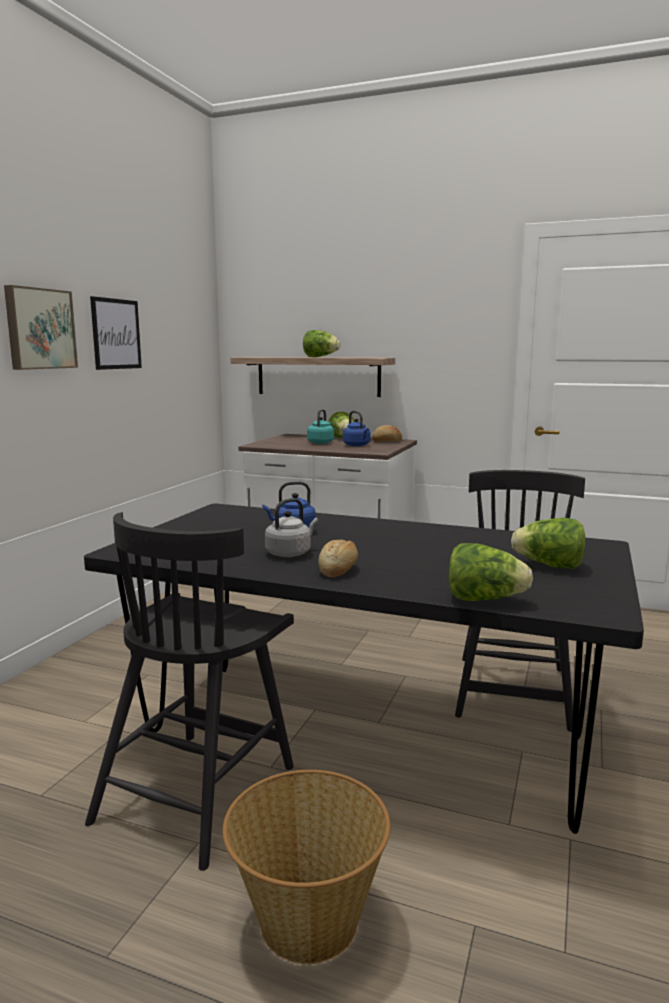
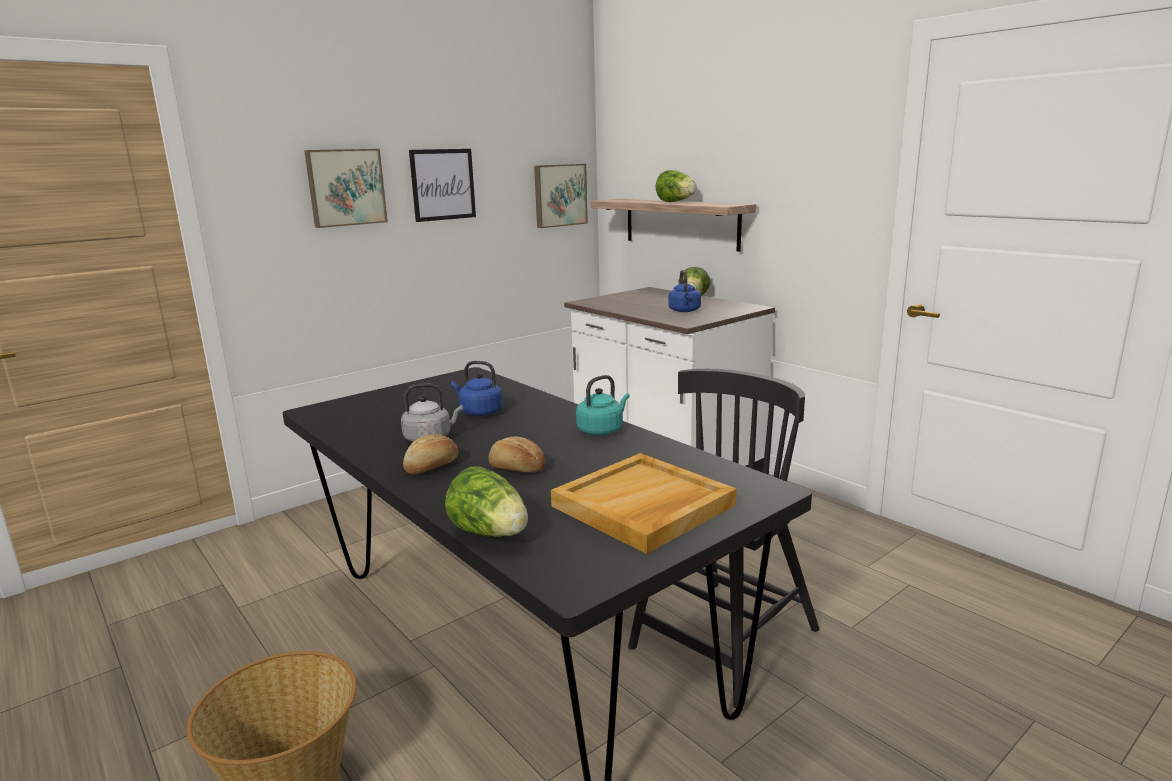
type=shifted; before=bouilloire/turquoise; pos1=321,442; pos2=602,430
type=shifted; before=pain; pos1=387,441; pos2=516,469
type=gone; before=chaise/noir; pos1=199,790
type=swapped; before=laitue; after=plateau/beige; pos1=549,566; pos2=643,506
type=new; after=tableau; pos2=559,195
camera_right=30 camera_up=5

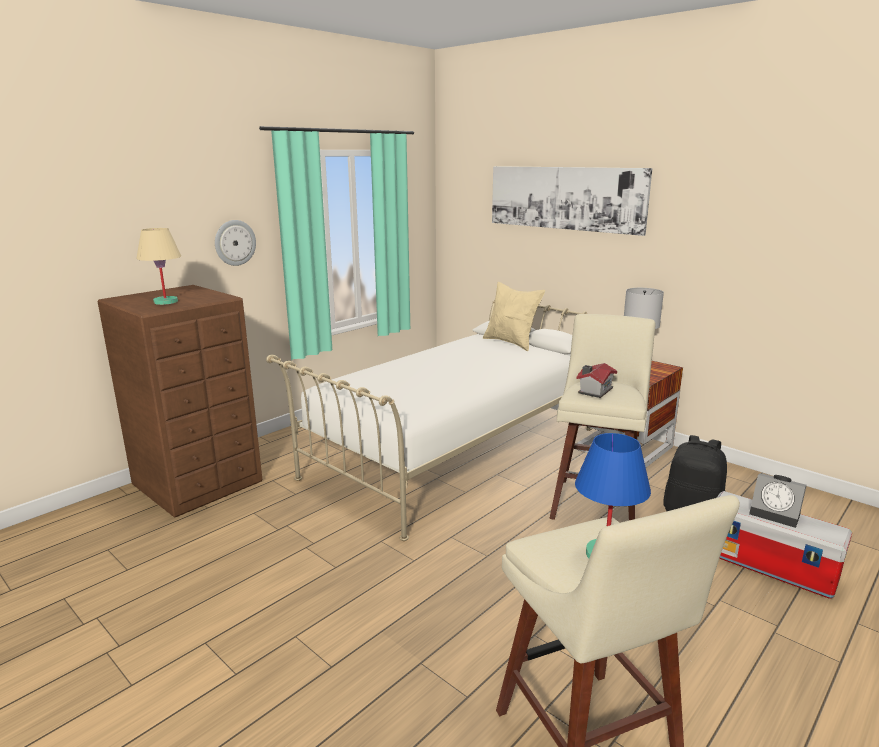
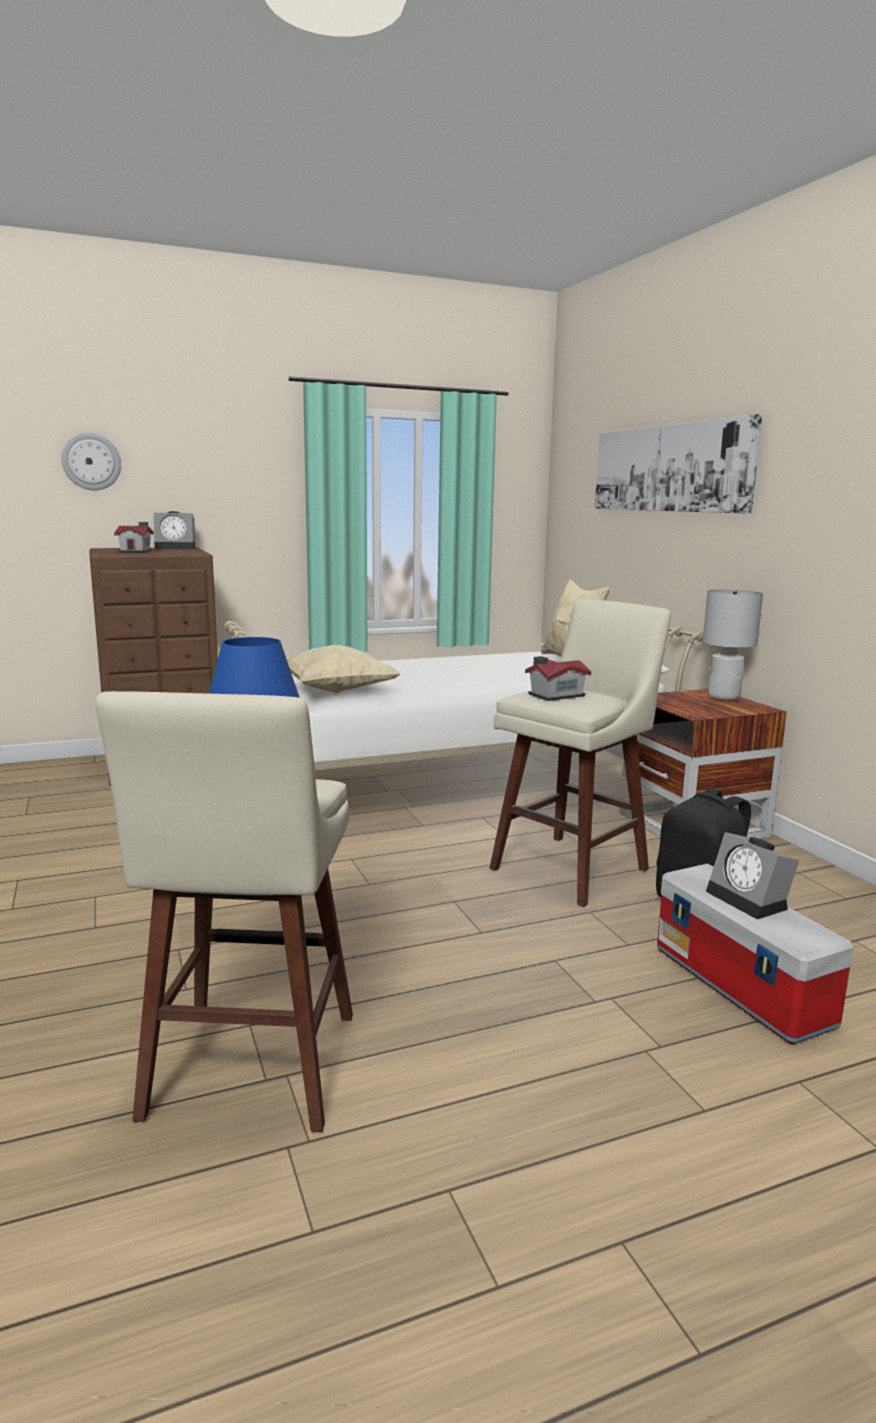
type=shifted; before=horloge murale; pos1=234,242; pos2=91,461
type=swapped; before=lampe de table/beige; after=maison miniature; pos1=166,302; pos2=137,551
type=new; after=réveil; pos2=177,548
type=new; after=coussin/beige; pos2=336,691
camera_right=25 camera_up=-5

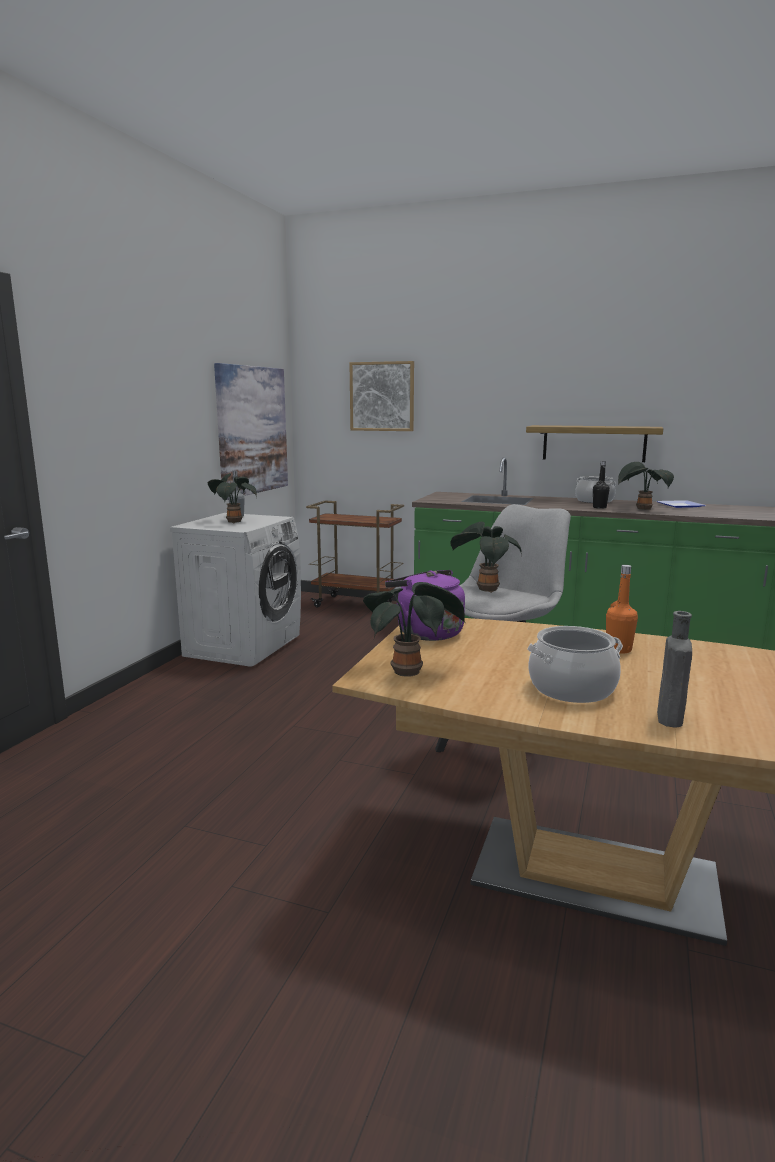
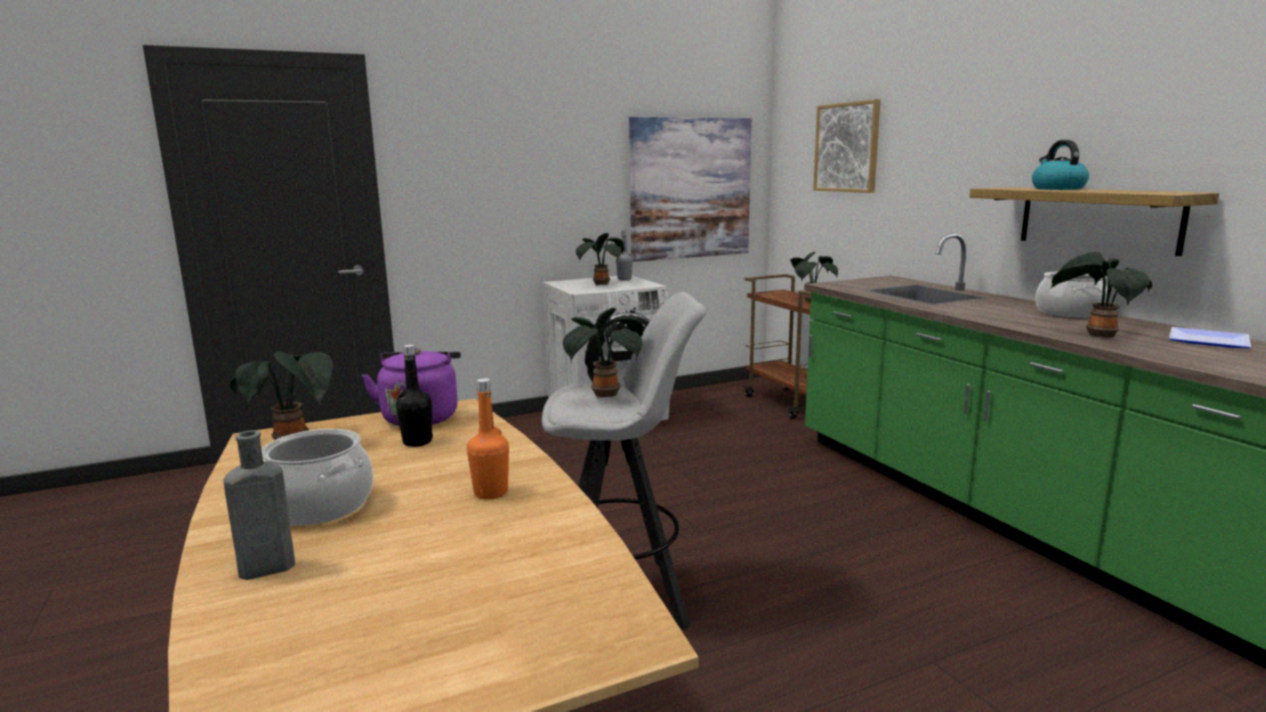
type=shifted; before=bouteille/noir; pos1=599,507; pos2=417,442
type=new; after=bouilloire; pos2=1057,189
type=new; after=plante en pot; pos2=810,301
camera_right=45 camera_up=0

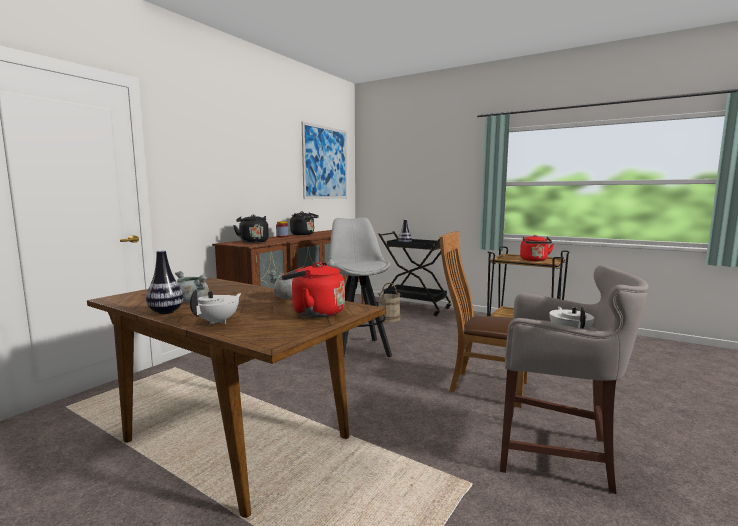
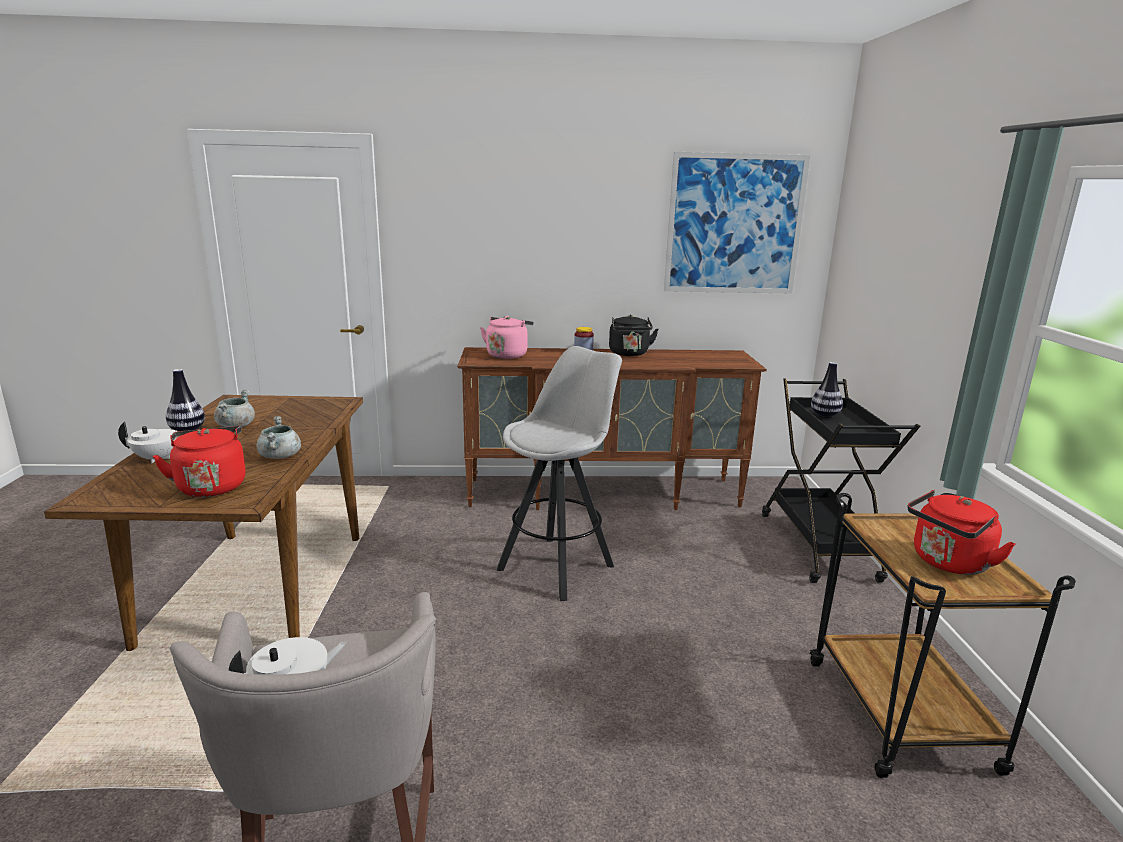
type=repainted; before=bouilloire/noir; after=bouilloire/rose; pos1=253,241; pos2=507,355
type=gone; before=chaise/marron; pos1=483,386
type=gone; before=seau/beige; pos1=389,319
camera_right=55 camera_up=10

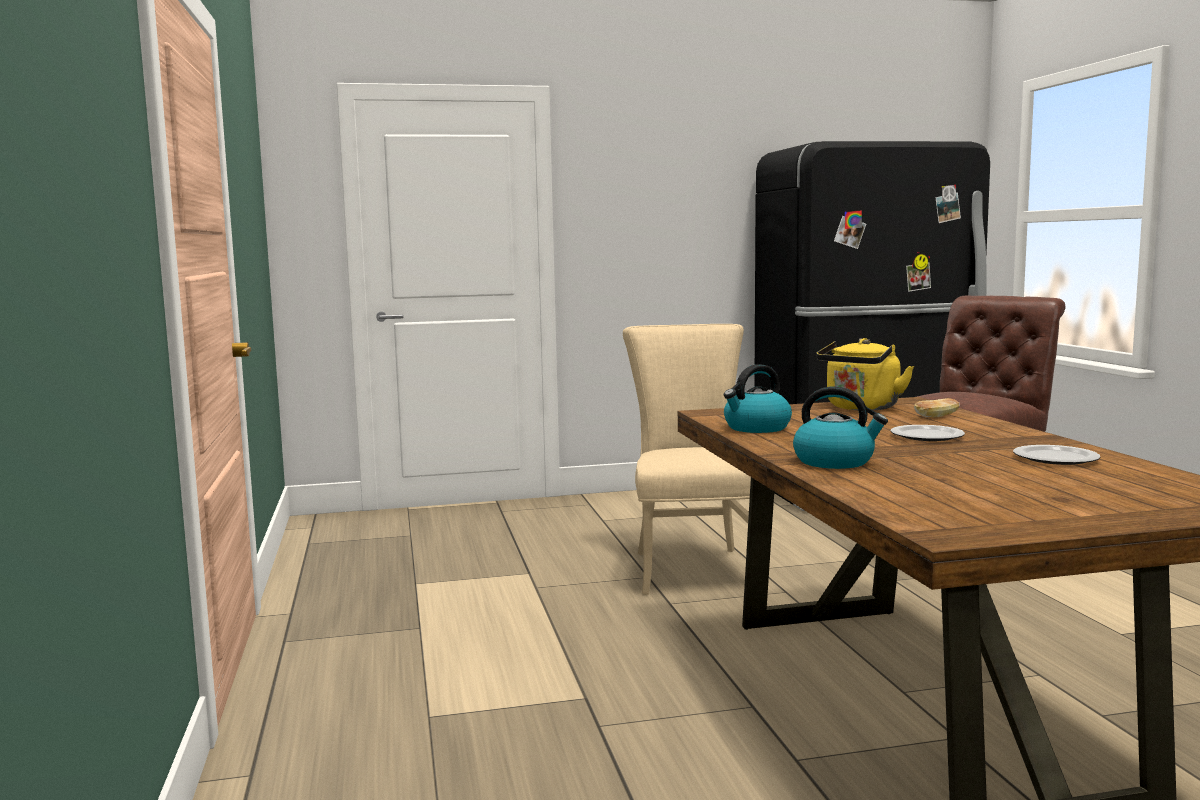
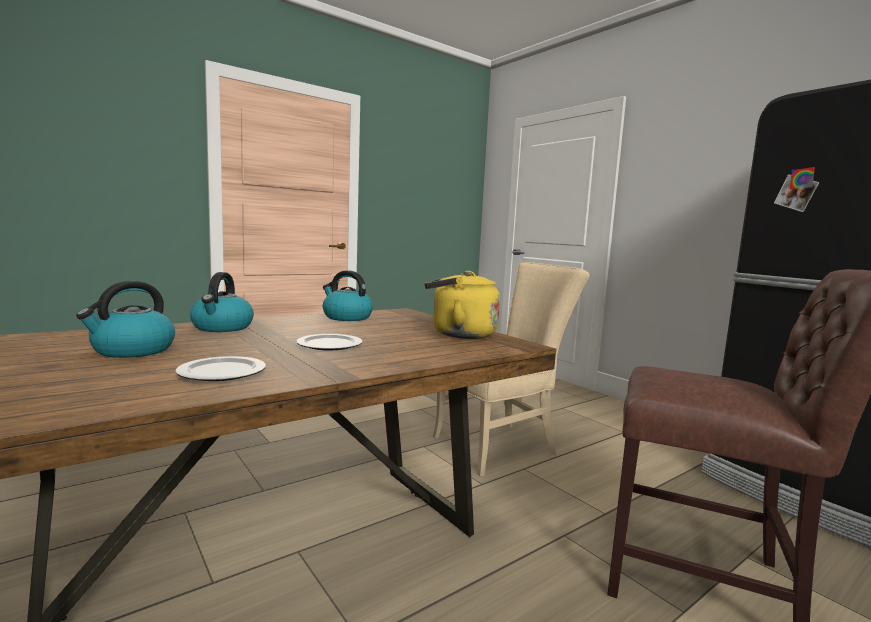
type=gone; before=pain; pos1=936,417
type=new; after=bouilloire; pos2=132,351
camera_right=65 camera_up=0

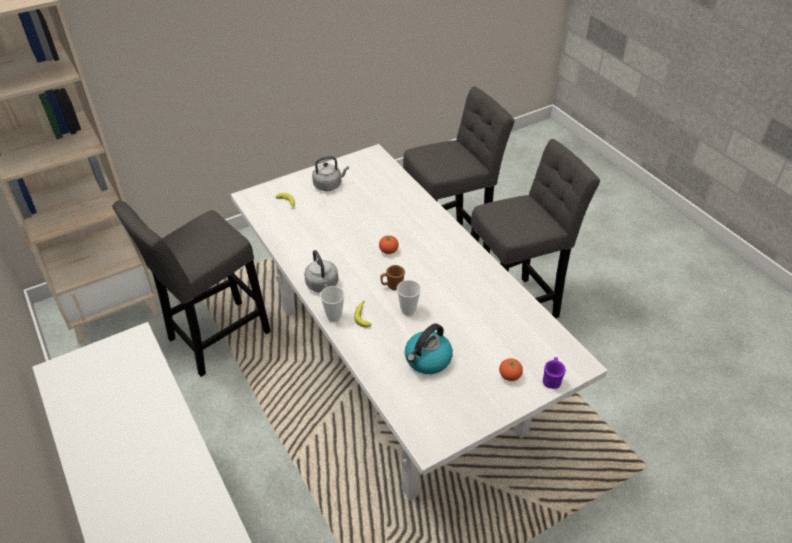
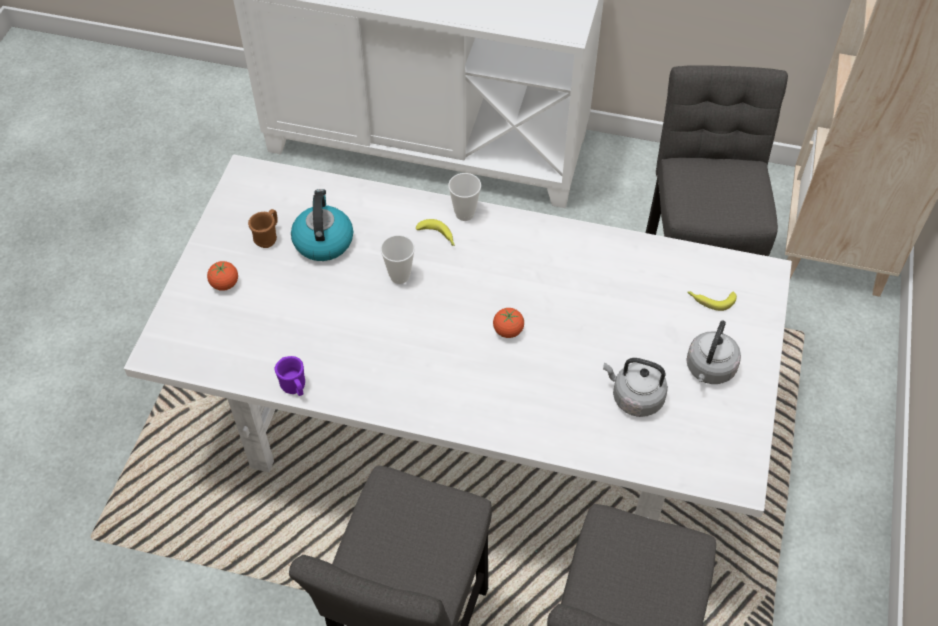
type=shifted; before=bouilloire/gris; pos1=322,285; pos2=634,397
type=shifted; before=mug/marron; pos1=392,286; pos2=268,237
type=shifted; before=mug/violet; pos1=551,379; pos2=295,387
camera_right=135 camera_up=10

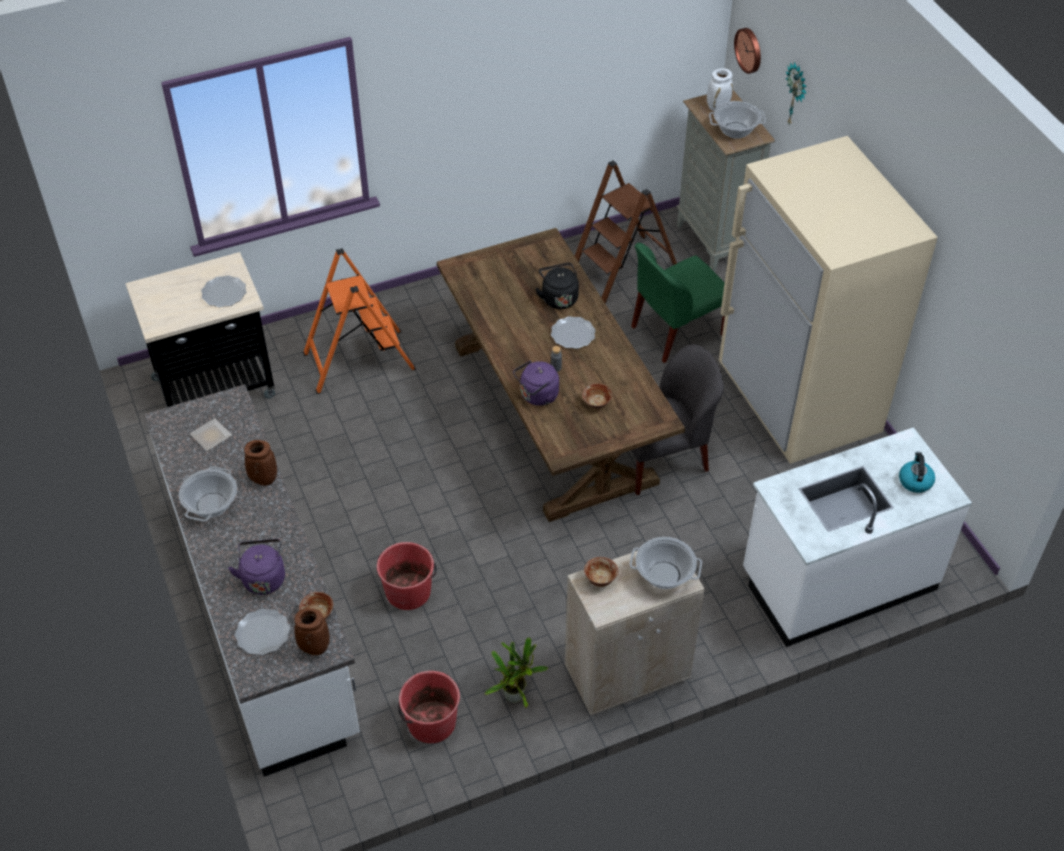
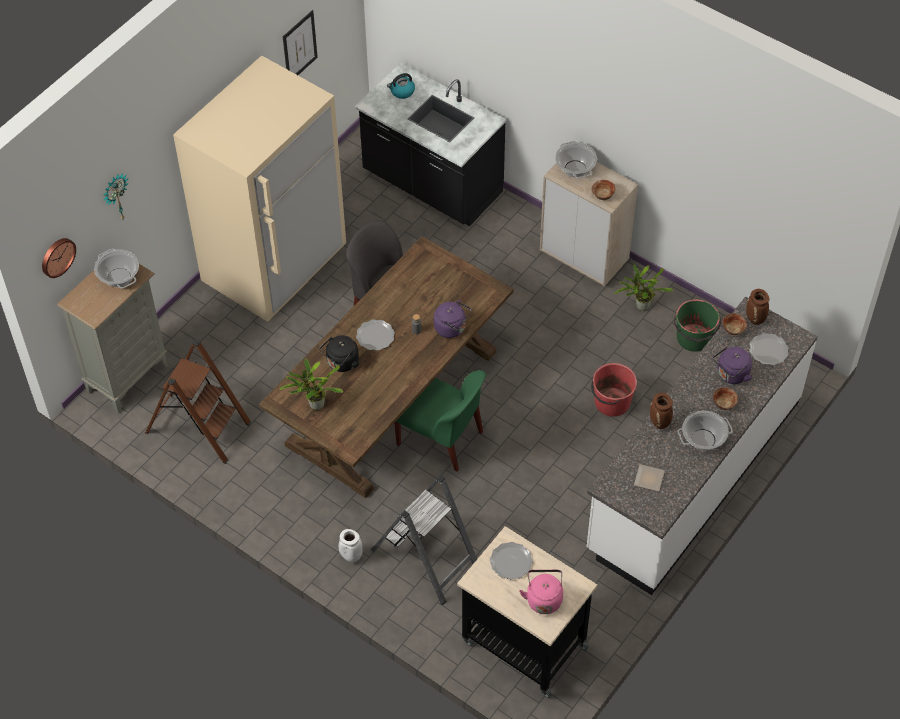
type=shifted; before=vase/blanc; pos1=718,107; pos2=350,556
type=shifted; before=chaise/vert; pos1=675,332; pos2=442,439
type=repainted; before=escabeau/orange; after=escabeau/gris; pos1=357,361; pos2=426,558
type=shifted; before=bol; pos1=597,404; pos2=723,404
type=repainted; before=comptoir de cuisine/blanc; after=comptoir de cuisine/noir; pos1=837,580; pos2=431,184
type=repainted; before=seau/rouge; after=seau/vert; pos1=431,722; pos2=694,338
type=new; after=tableau; pos2=299,46
type=new; after=plante en pot; pos2=314,404
type=new; after=bouilloire/rose; pos2=543,598
camera_right=-120 camera_up=5

